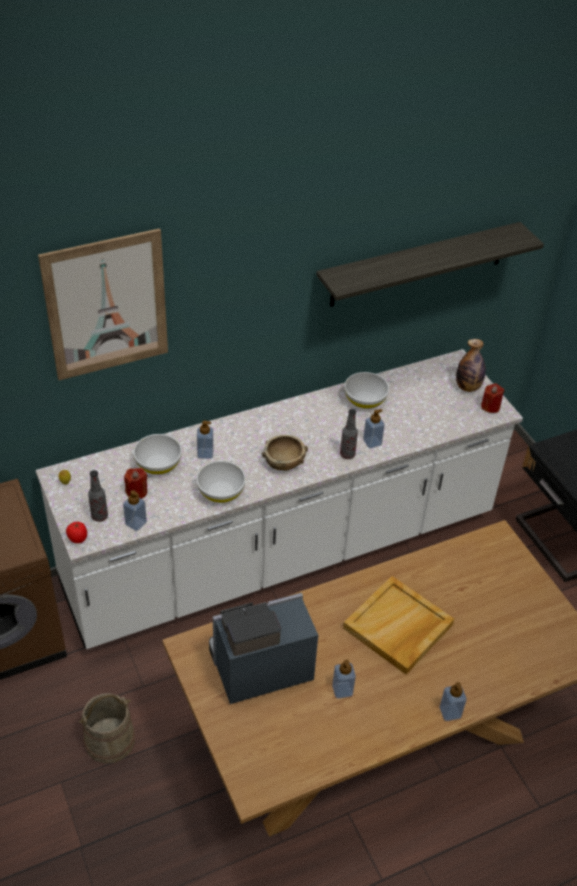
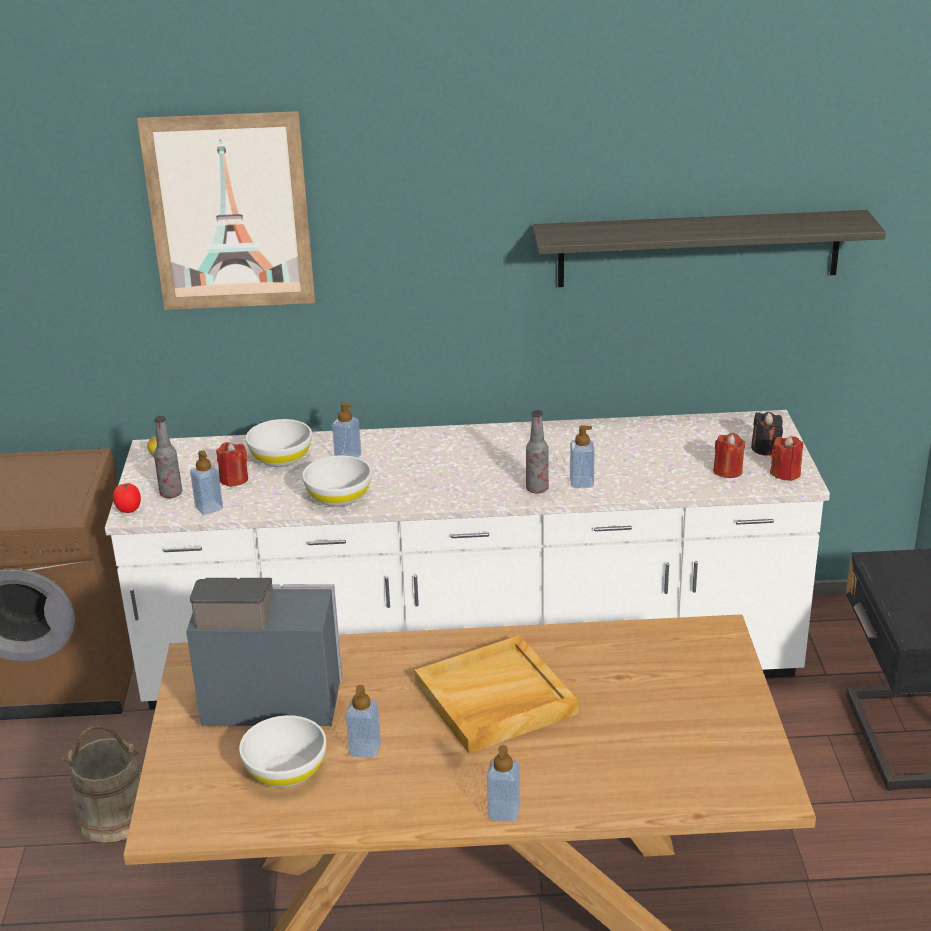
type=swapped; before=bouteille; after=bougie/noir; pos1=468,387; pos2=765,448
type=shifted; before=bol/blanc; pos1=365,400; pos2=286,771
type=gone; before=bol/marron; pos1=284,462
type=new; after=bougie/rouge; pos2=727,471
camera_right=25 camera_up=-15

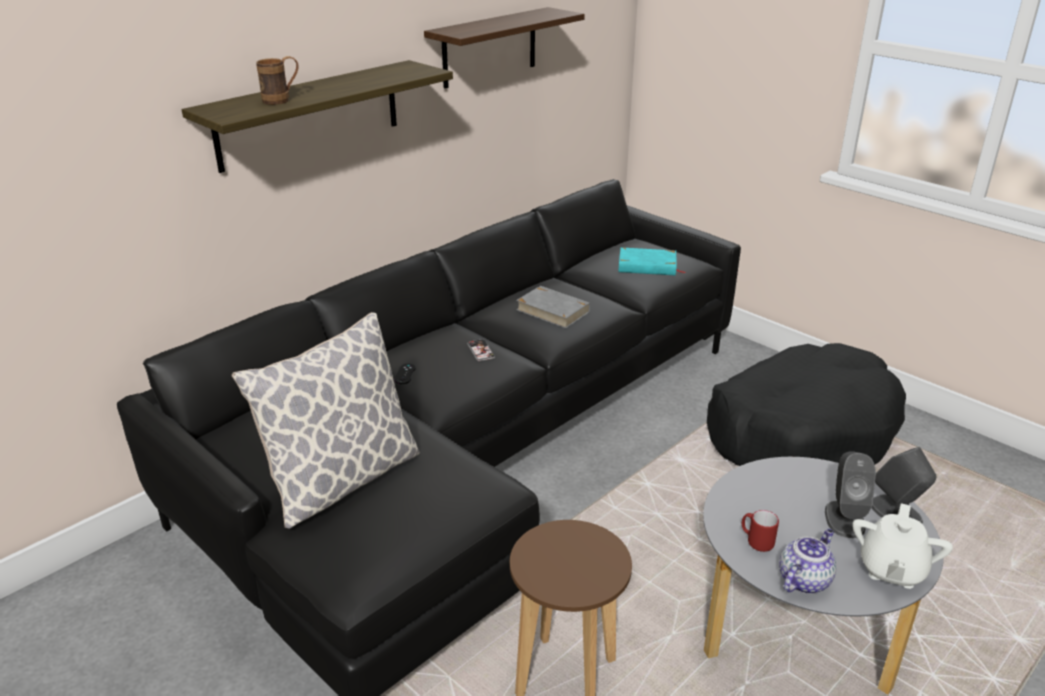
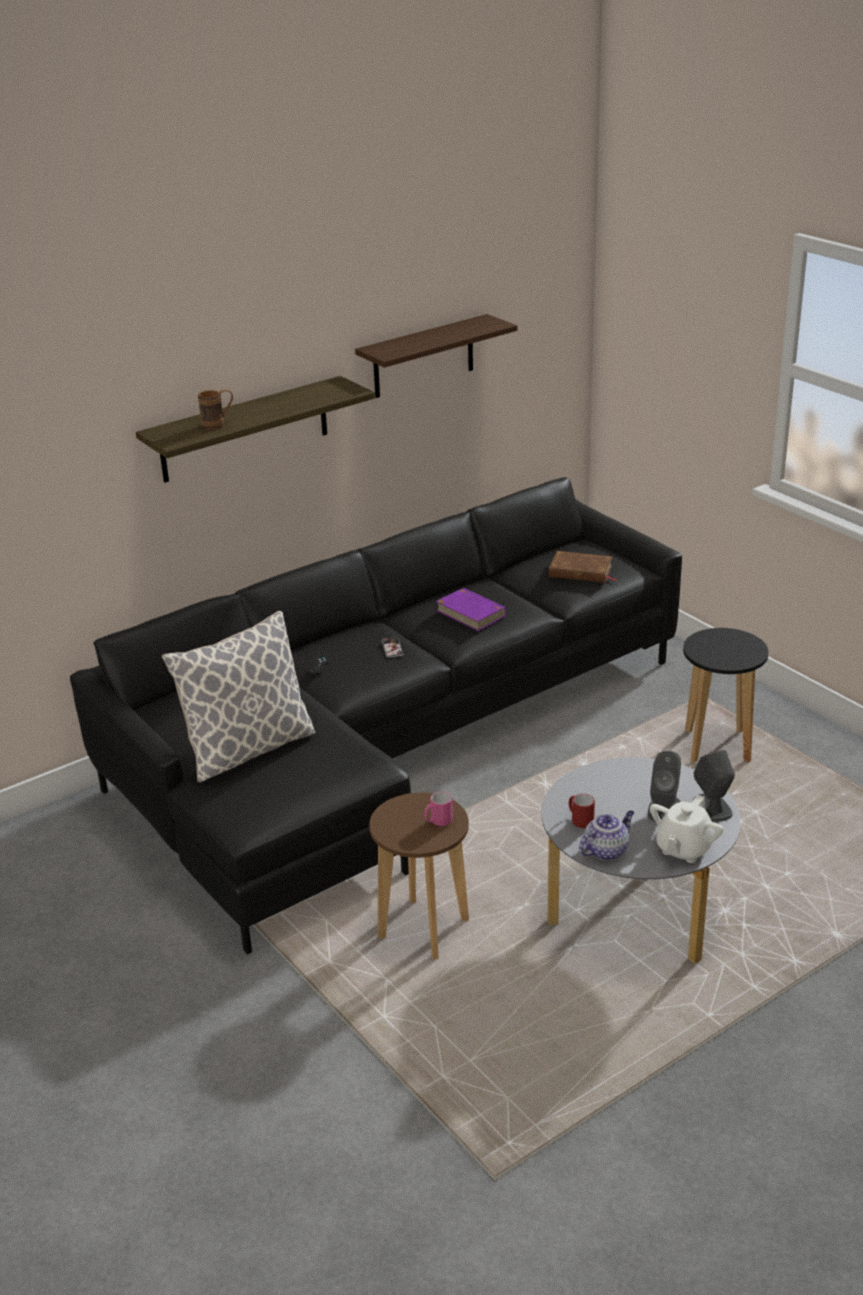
type=repainted; before=livre/turquoise; after=livre/marron; pos1=647,266; pos2=580,571
type=repainted; before=livre/gris; after=livre/violet; pos1=553,311; pos2=471,613
type=swapped; before=panier pour chien/noir; after=tabouret/noir; pos1=800,432; pos2=717,747
type=new; after=mug/rose; pos2=438,822
camera_right=10 camera_up=0

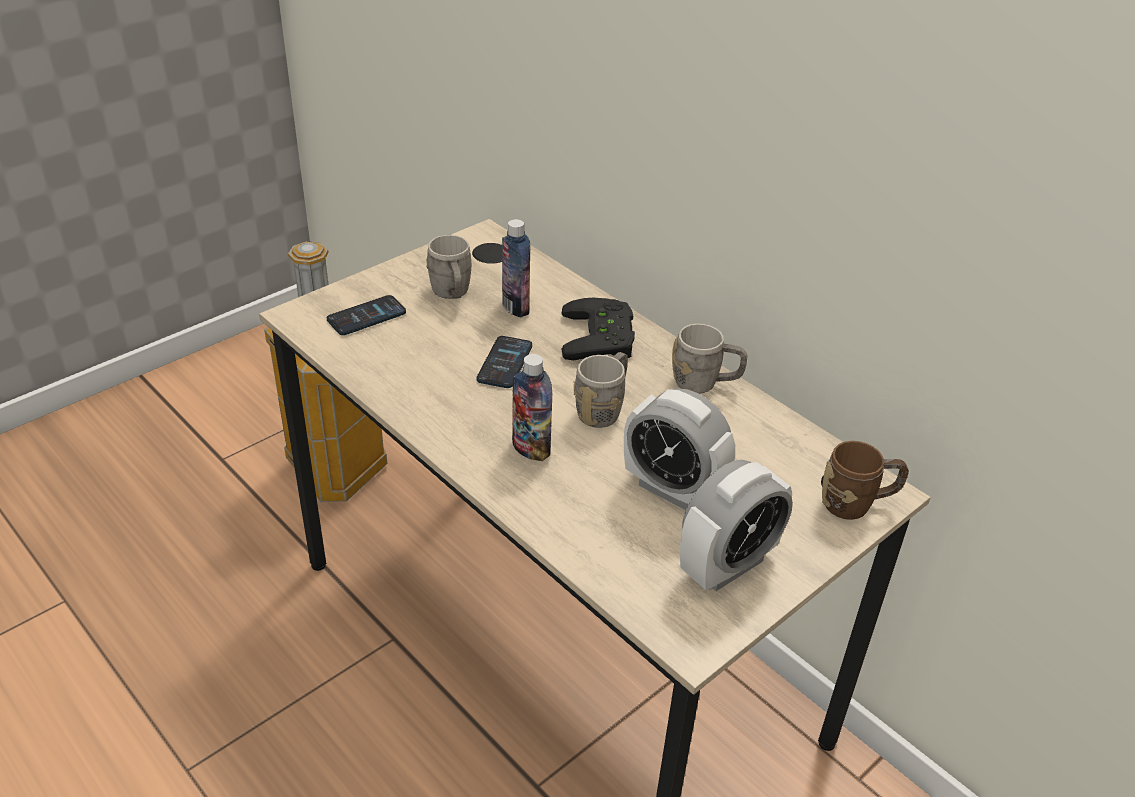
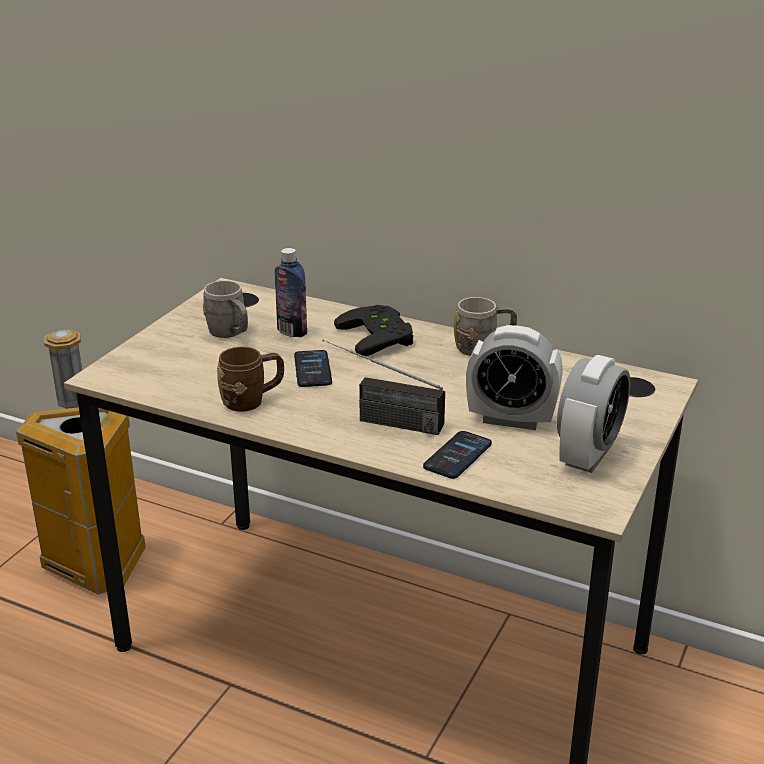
type=shifted; before=téléphone; pos1=366,316; pos2=457,456
type=gone; before=mug/gris; pos1=603,409
type=swapped; before=bouteille; after=radio; pos1=531,449; pos2=379,420
type=shifted; before=mug/marron; pos1=857,504; pos2=252,400
camera_right=-20 camera_up=-10

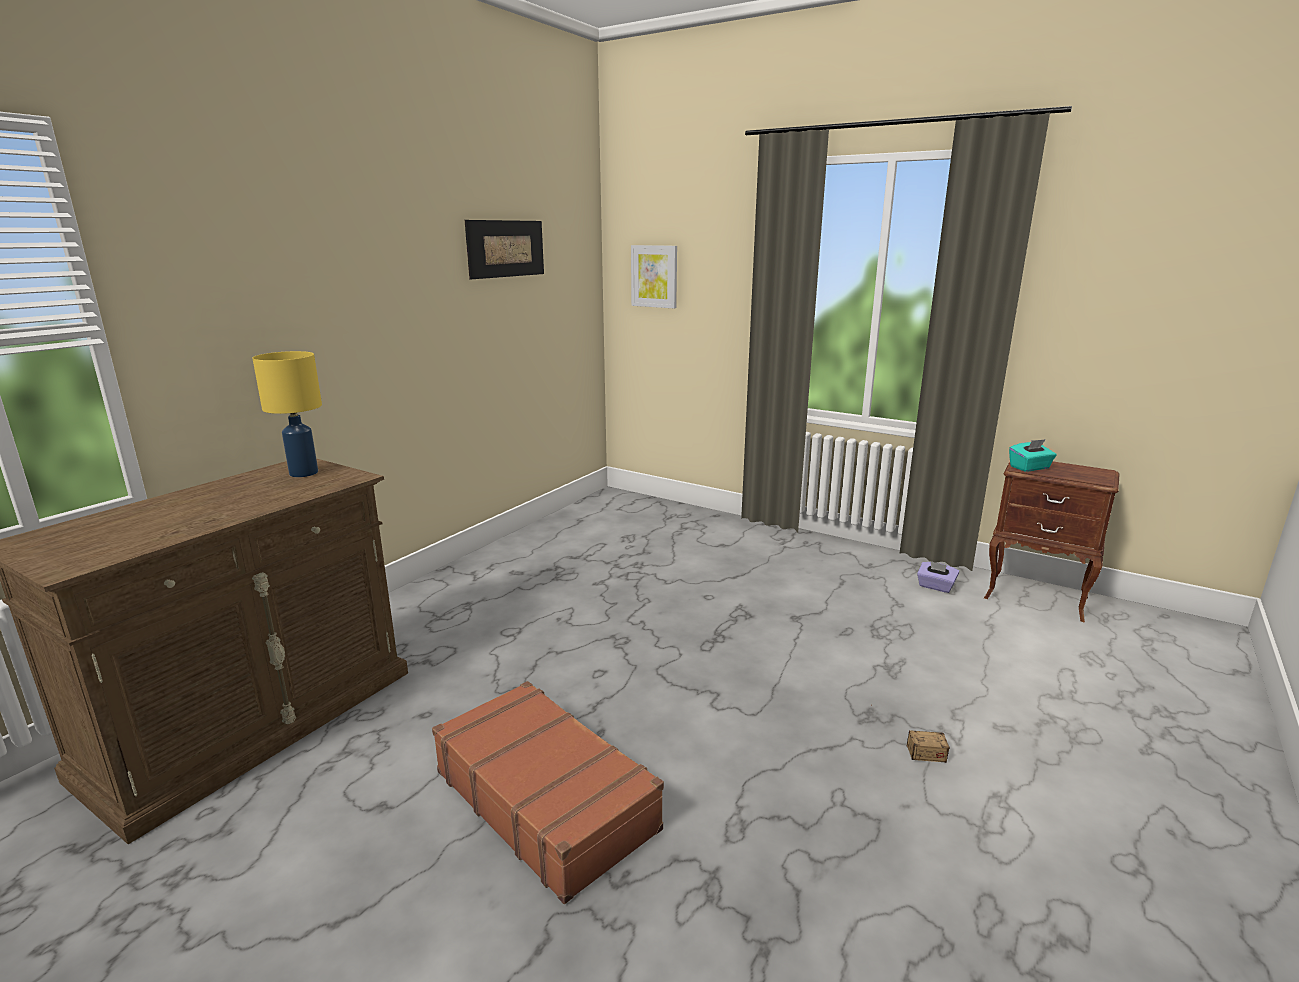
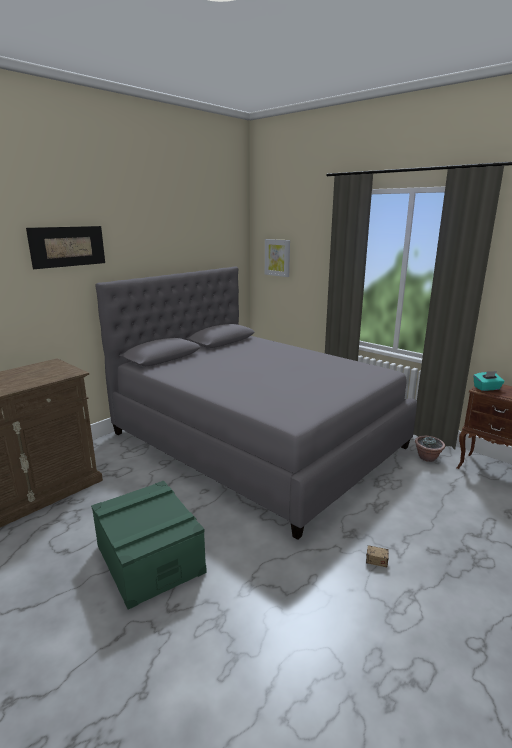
type=shifted; before=tableau; pos1=506,248; pos2=68,246
type=gone; before=lampe de table/jaune; pos1=303,473
type=swapped; before=boîte à mouchoirs/violet; after=plante en pot; pos1=935,587; pos2=427,458
type=swapped; before=valise/marron; after=boîte de rangement/vert; pos1=546,799; pos2=149,558
type=new; after=lit/gris; pos2=257,440
camera_right=10 camera_up=0

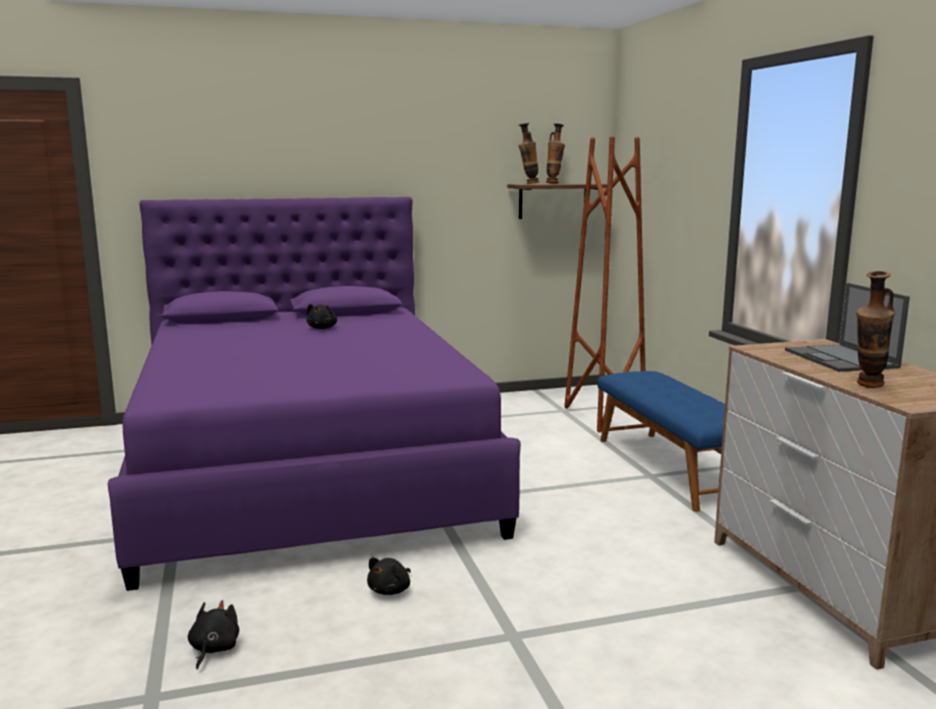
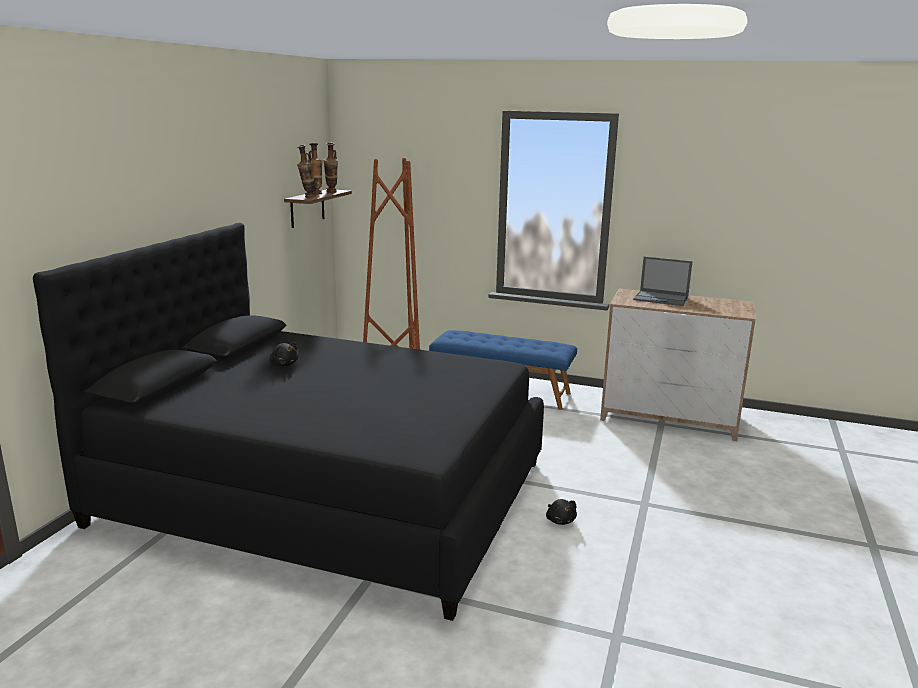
type=repainted; before=lit/violet; after=lit/noir; pos1=308,470; pos2=327,492
type=shifted; before=vase; pos1=867,386; pos2=331,193
type=gone; before=peluche/noir; pos1=213,649
camera_right=-55 camera_up=5

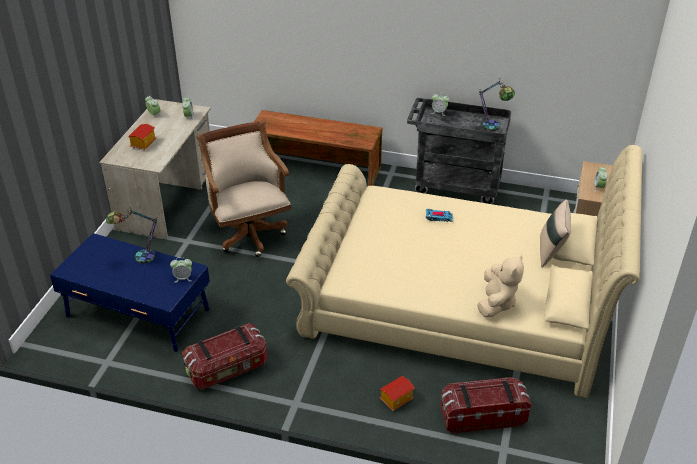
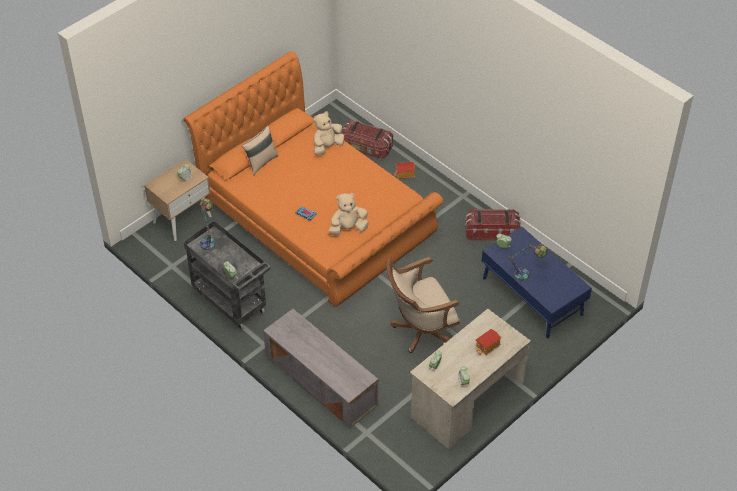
type=repainted; before=banc/marron; after=banc/gris; pos1=317,167; pos2=319,381
type=rotated; before=chaise de bureau; pos1=249,234; pos2=420,332; turn=60
type=repainted; before=lit/beige; after=lit/orange; pos1=458,300; pos2=316,215
type=new; after=peluche/beige; pos2=348,228
camera_right=-150 camera_up=10

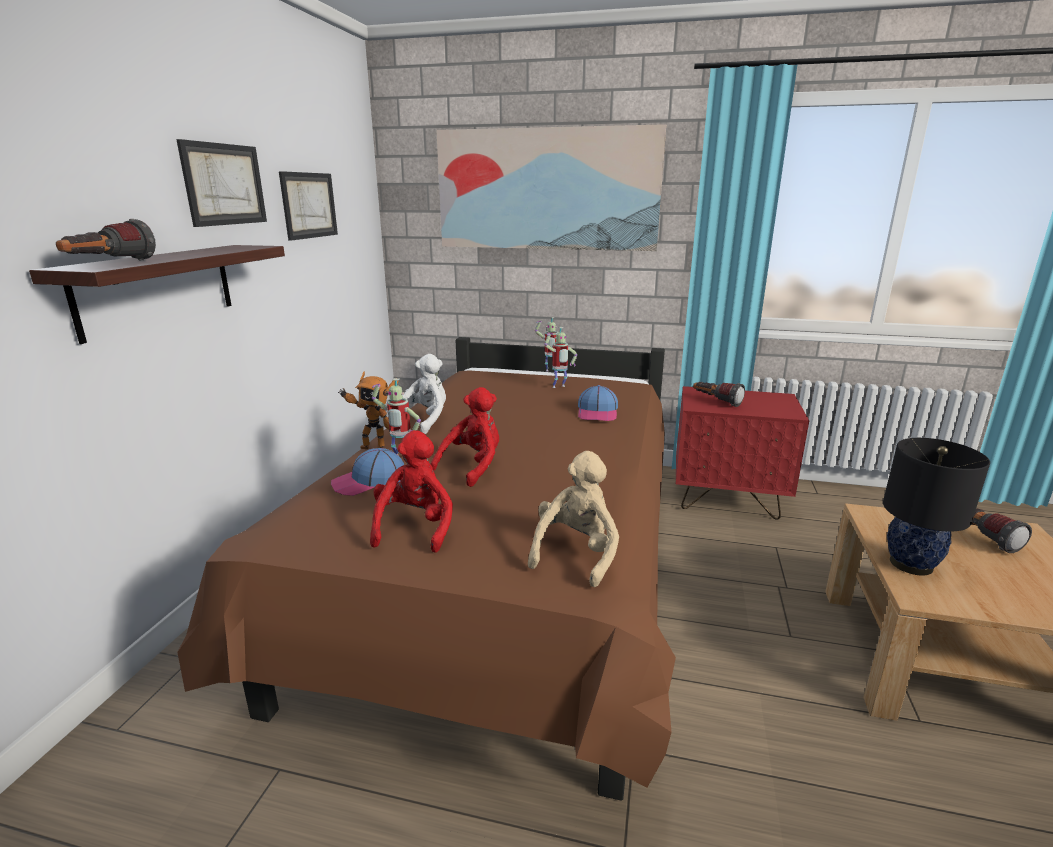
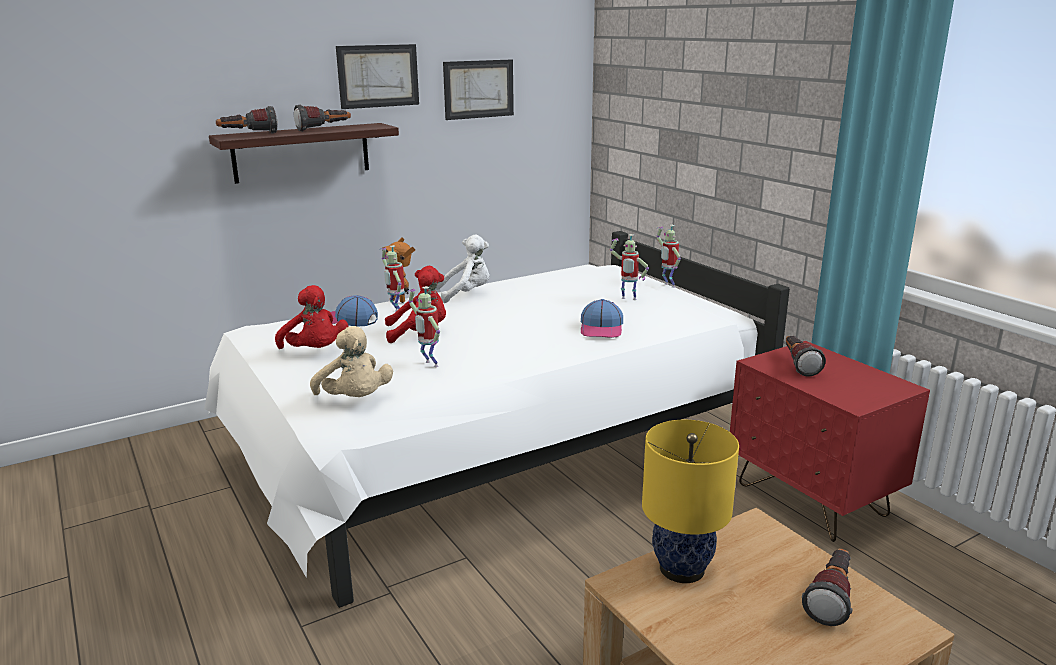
type=gone; before=tableau; pos1=546,190
type=repainted; before=lit/marron; after=lit/blanc; pos1=506,573; pos2=496,457
type=rotated; before=casquette; pos1=597,413; pos2=601,328; turn=-45
type=rotated; before=peluche/rouge; pos1=415,527; pos2=315,352; turn=90
type=repainted; before=lampe de table/noir; after=lampe de table/jaune; pos1=911,564; pos2=681,569
type=rotated; before=peluche/beige; pos1=576,553; pos2=355,400; turn=75
type=new; after=lampe de poche; pos2=324,129
type=new; after=robot jouet; pos2=429,364
camera_right=45 camera_up=0

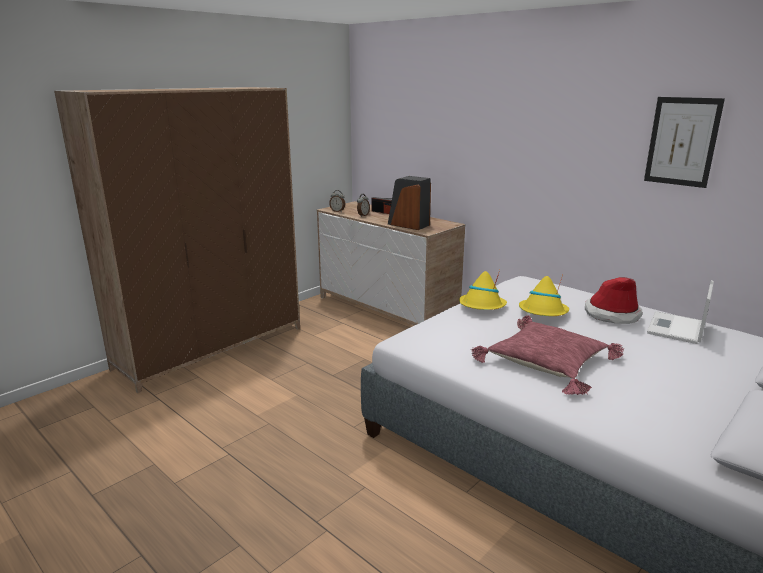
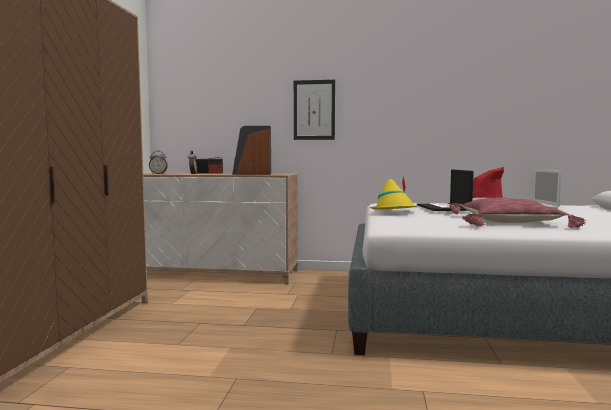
type=shifted; before=tableau; pos1=682,141; pos2=314,110
type=swapped; before=chapeau/jaune; after=ordinateur portable; pos1=543,312; pos2=444,208
camera_right=-35 camera_up=-15

